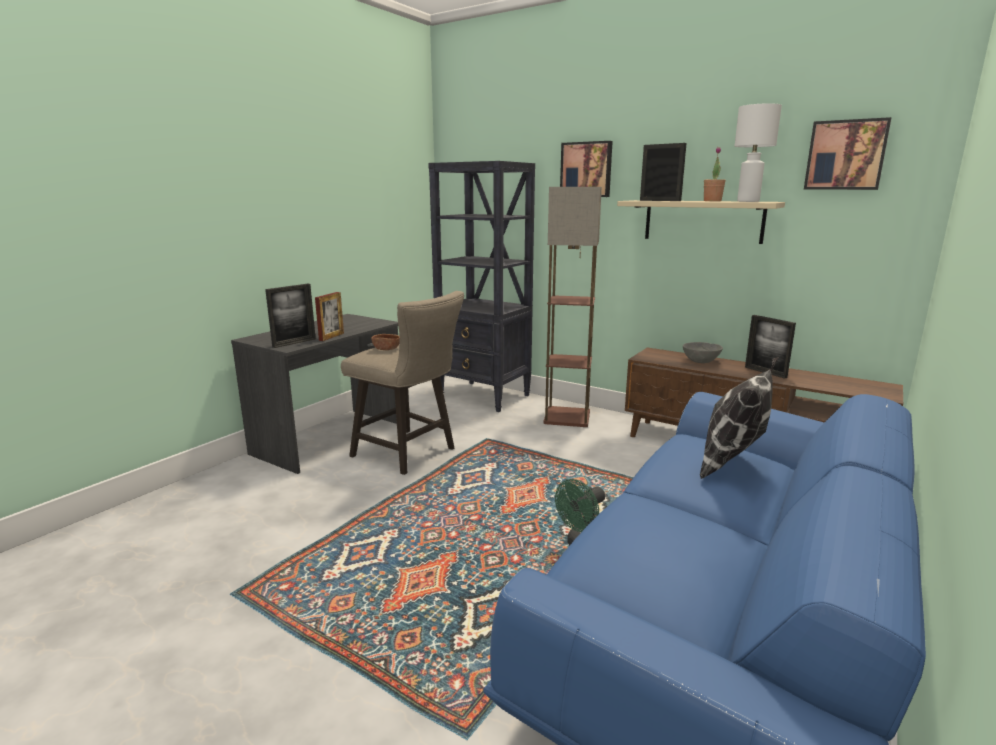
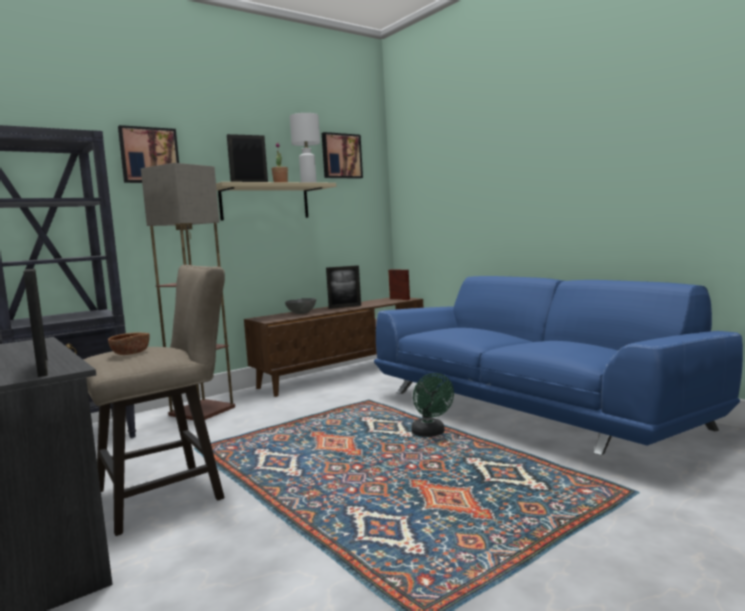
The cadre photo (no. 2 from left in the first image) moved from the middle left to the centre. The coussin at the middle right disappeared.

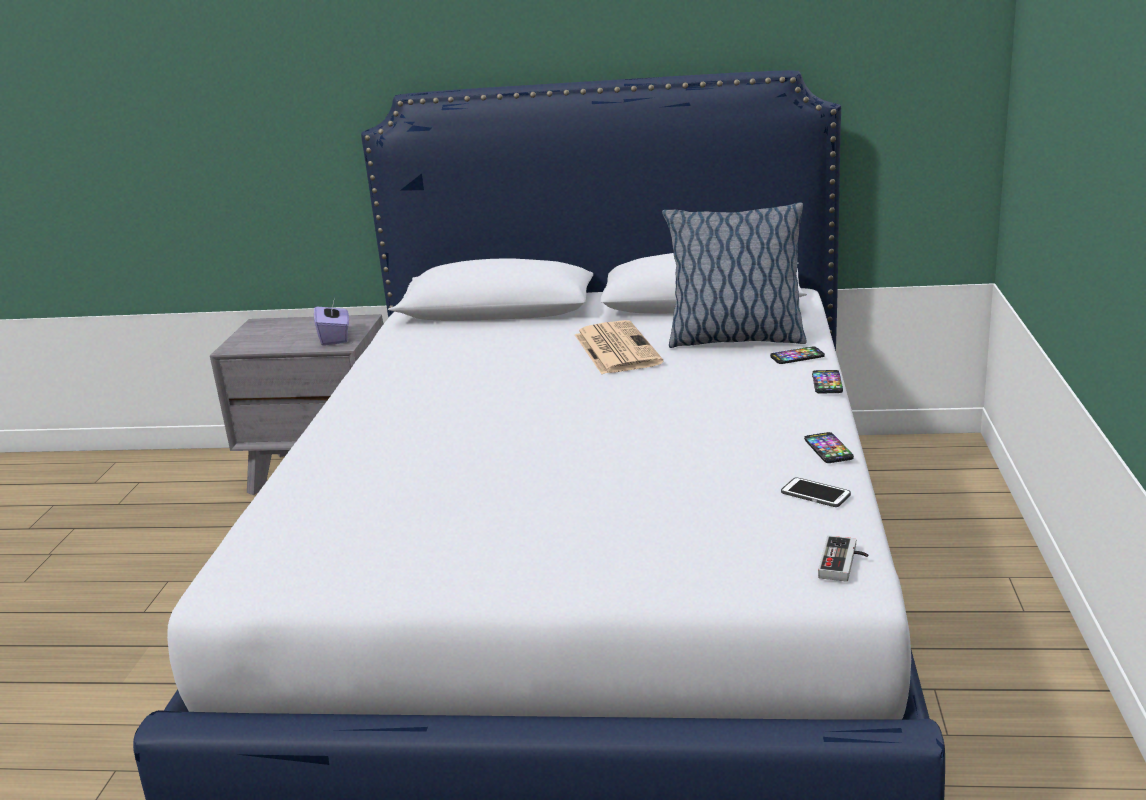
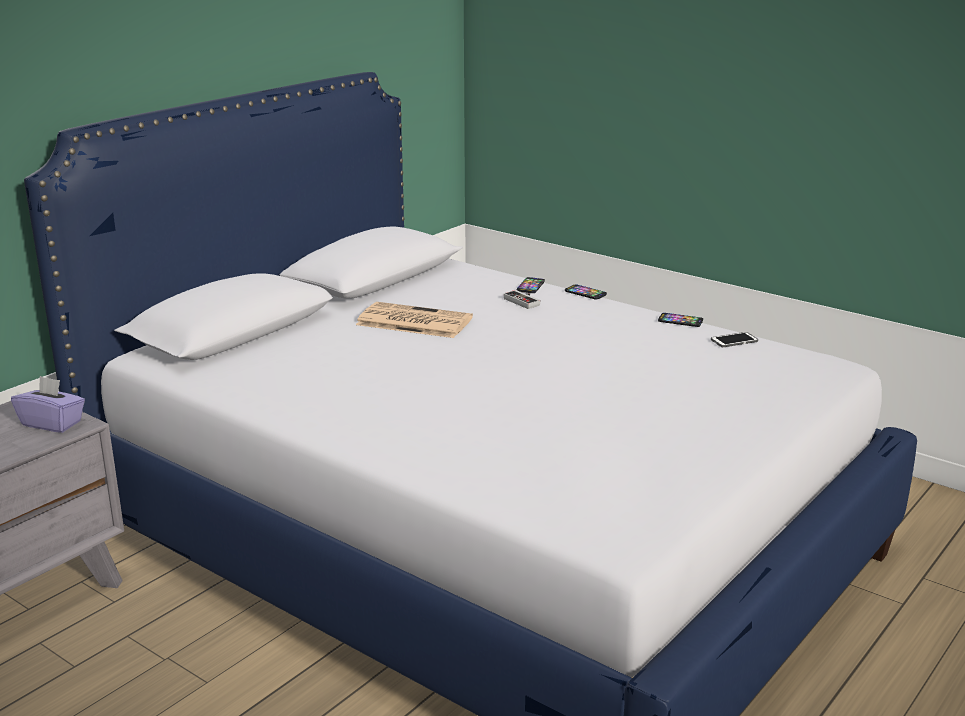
The manette moved from the bottom right to the centre. The coussin at the centre disappeared.

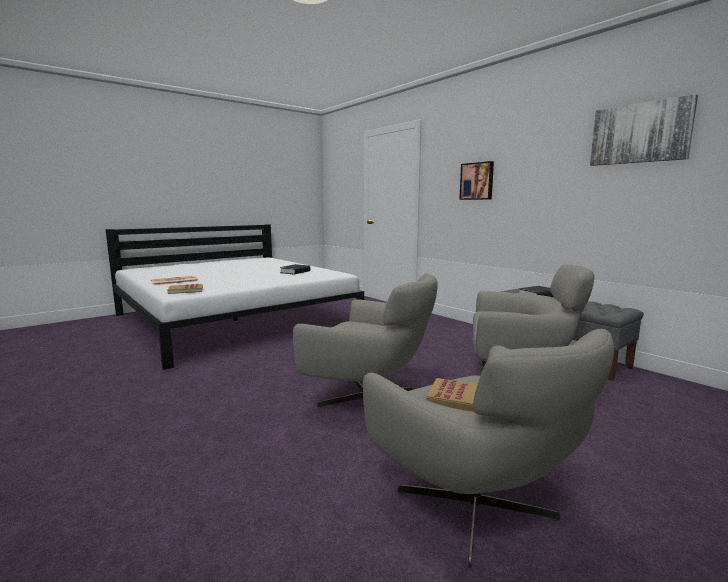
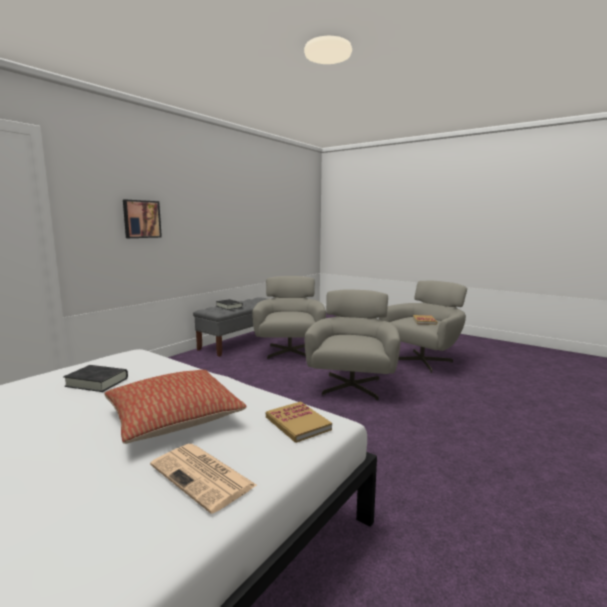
The coussin at the bottom left appeared. The tableau (no. 2 from left) at the top right disappeared.

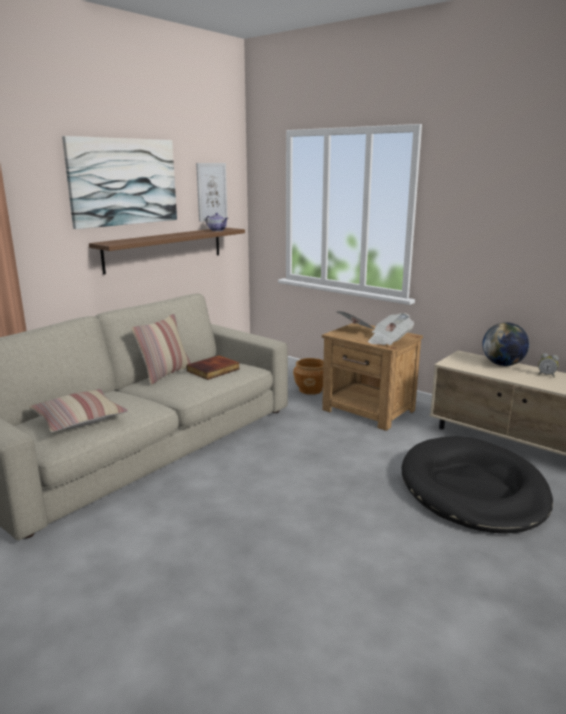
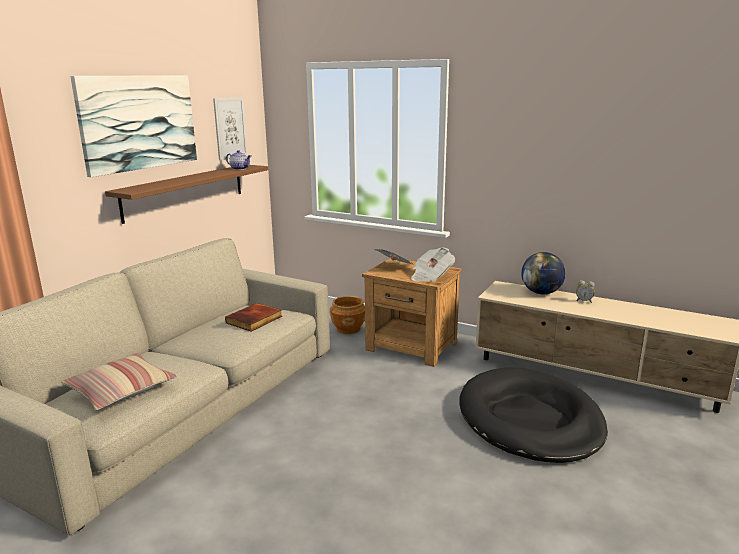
The coussin (no. 2 from left) at the middle left disappeared.

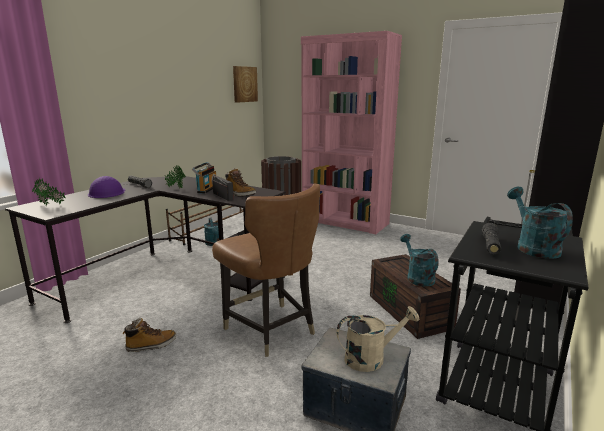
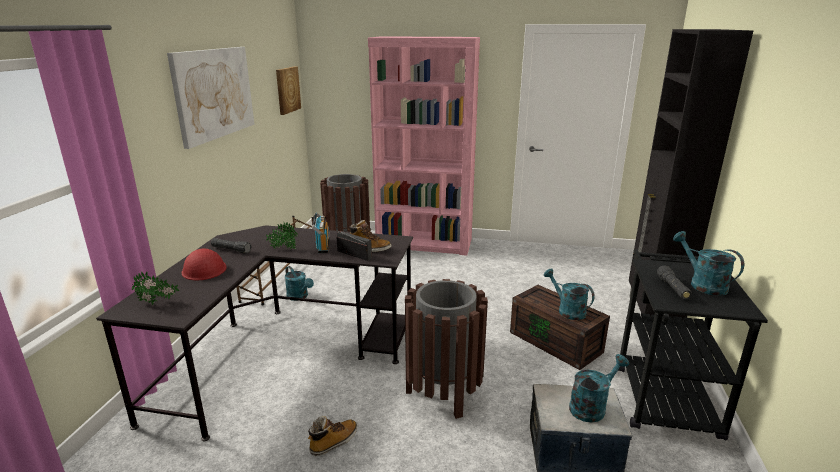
The tableau (no. 1 from left) at the top left appeared. The casque de chantier [violet] at the middle left became the casque de chantier [rouge] at the middle left. The chaise [marron] at the centre was replaced by the poubelle [marron] (no. 2 from left) at the bottom centre. The arrosoir [beige] at the bottom centre became the arrosoir [turquoise] (no. 3 from left) at the bottom right.

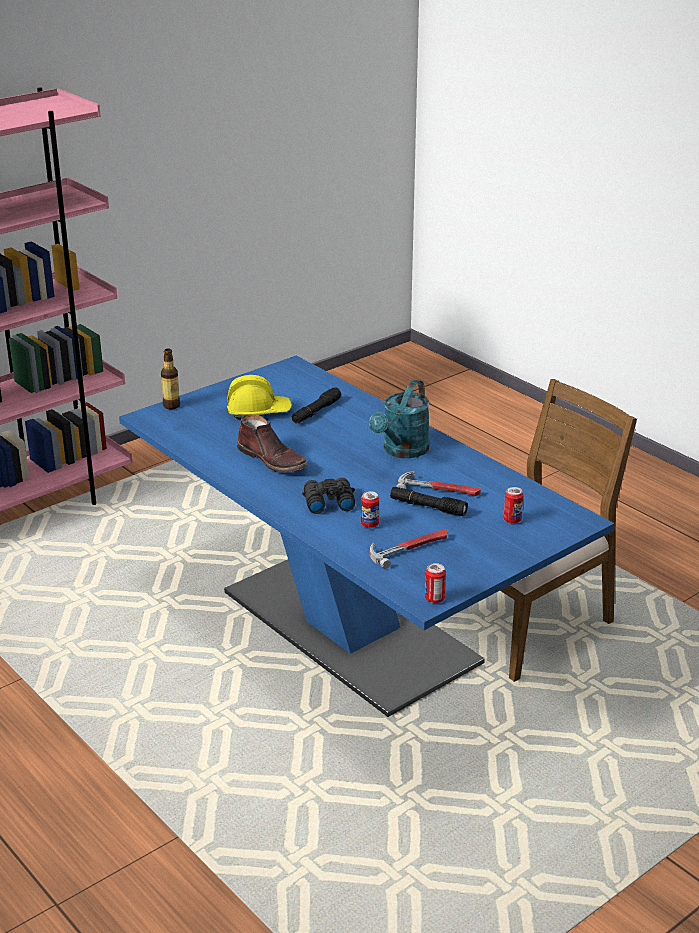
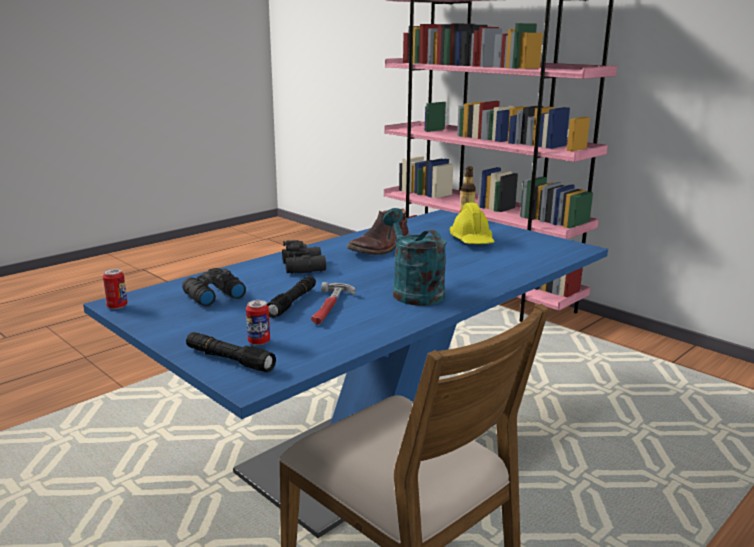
The marteau (no. 1 from left) at the centre was replaced by the jumelles [noir] (no. 1 from left) at the middle left. The lampe de poche [noir] (no. 1 from left) moved from the centre to the middle left. The arrosoir [turquoise] at the centre turned 45 degrees clockwise. The boîte métallique (no. 1 from left) at the centre disappeared.

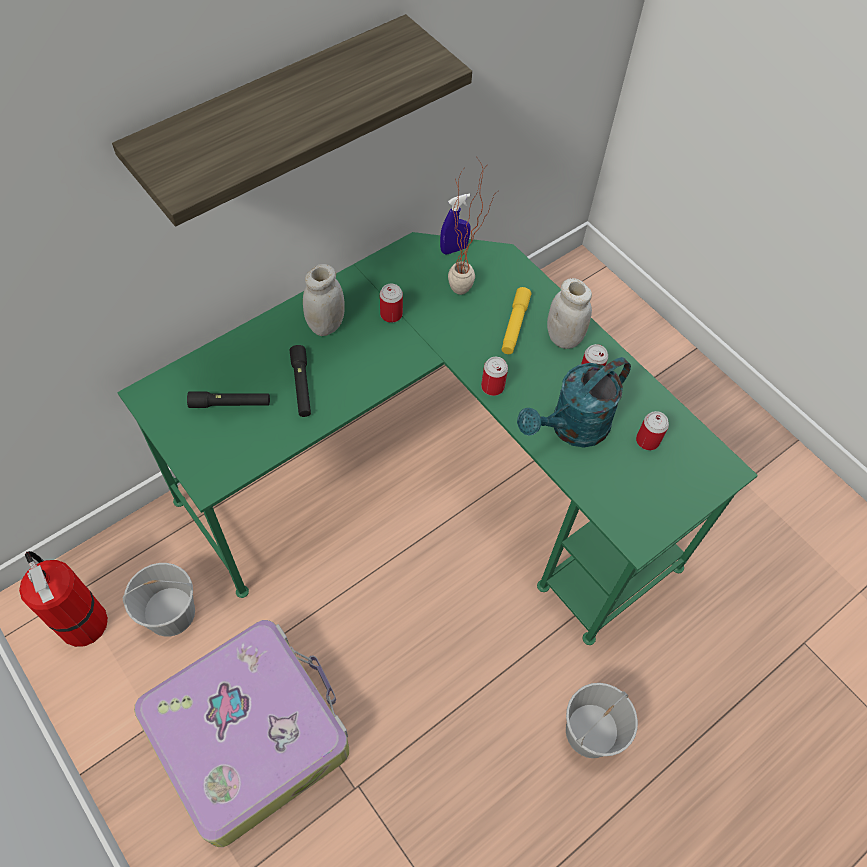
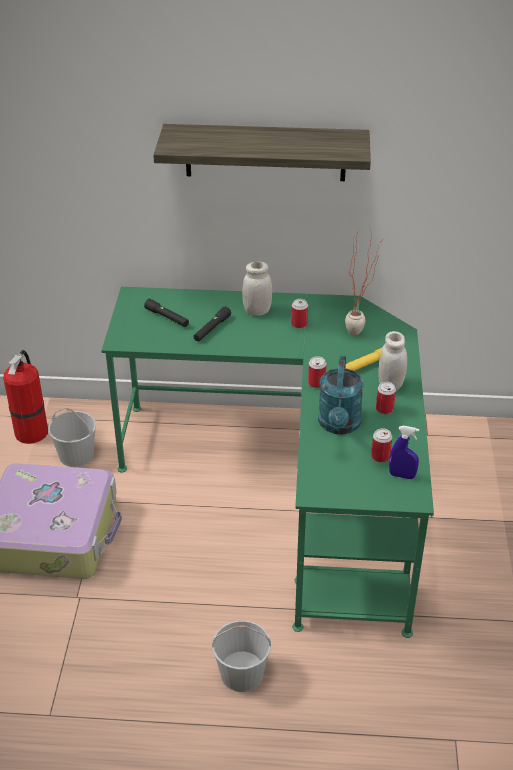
The arrosoir [turquoise] at the centre turned 90 degrees counterclockwise. The vaporisateur [bleu] moved from the top centre to the middle right.

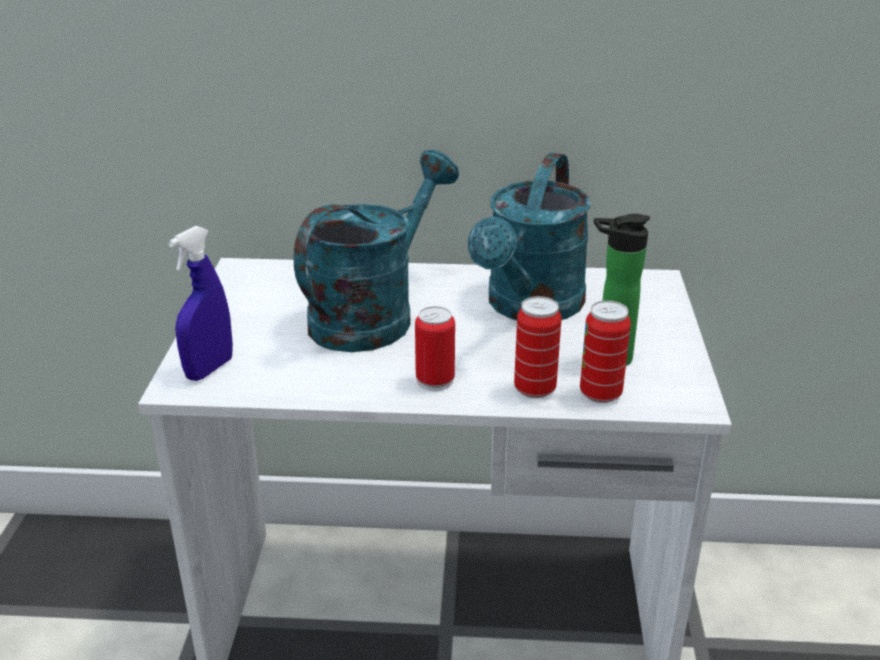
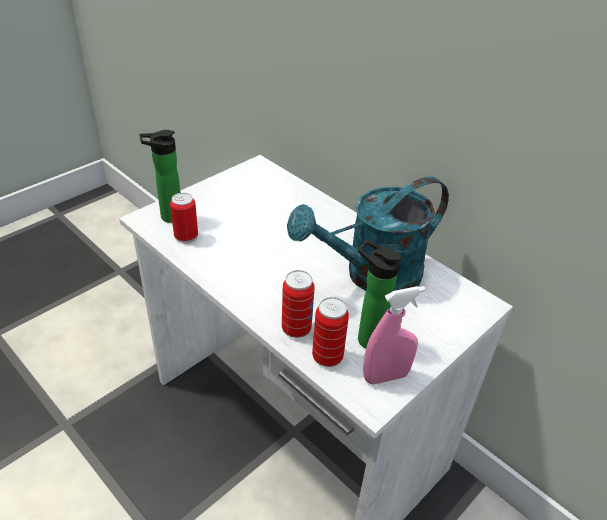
The vaporisateur [bleu] at the middle left was replaced by the bouteille (no. 1 from left) at the middle left. The boîte métallique (no. 1 from left) moved from the centre to the middle left. The vaporisateur [rose] at the centre appeared. The arrosoir [turquoise] (no. 1 from left) at the centre disappeared.

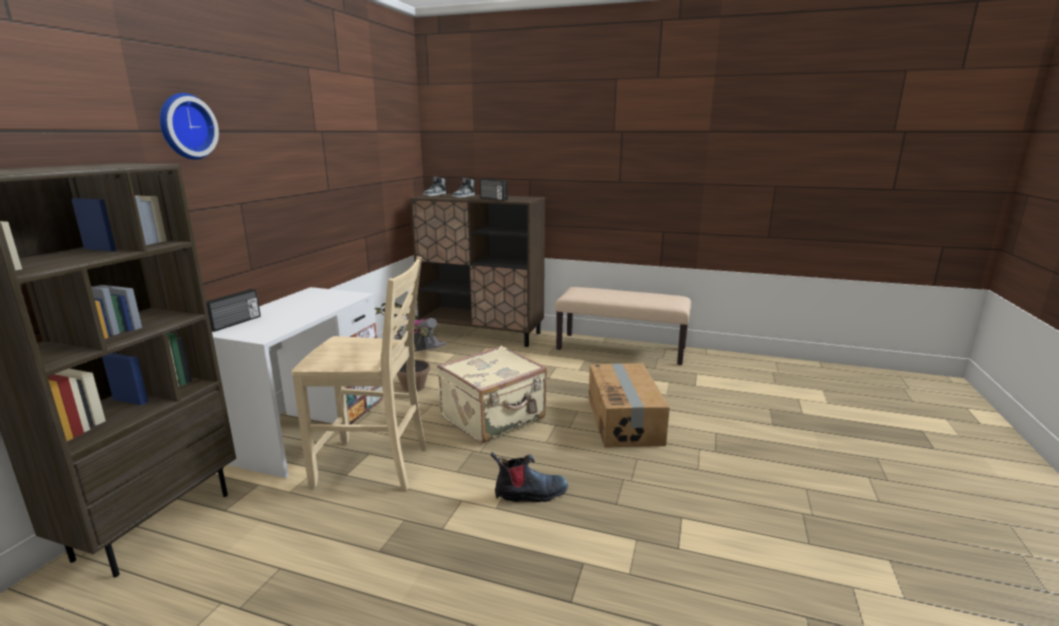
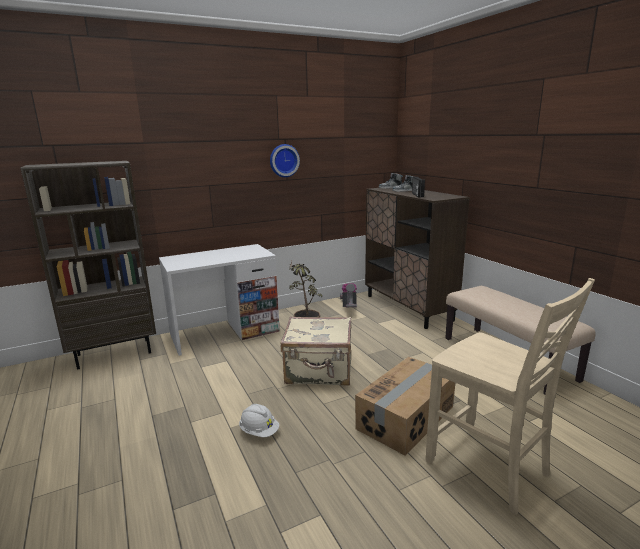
The botte at the bottom centre was replaced by the casque de chantier [blanc] at the bottom centre. The horloge murale moved from the top left to the top centre. The chaise [beige] moved from the centre to the bottom right. The radio (no. 1 from left) at the middle left disappeared.

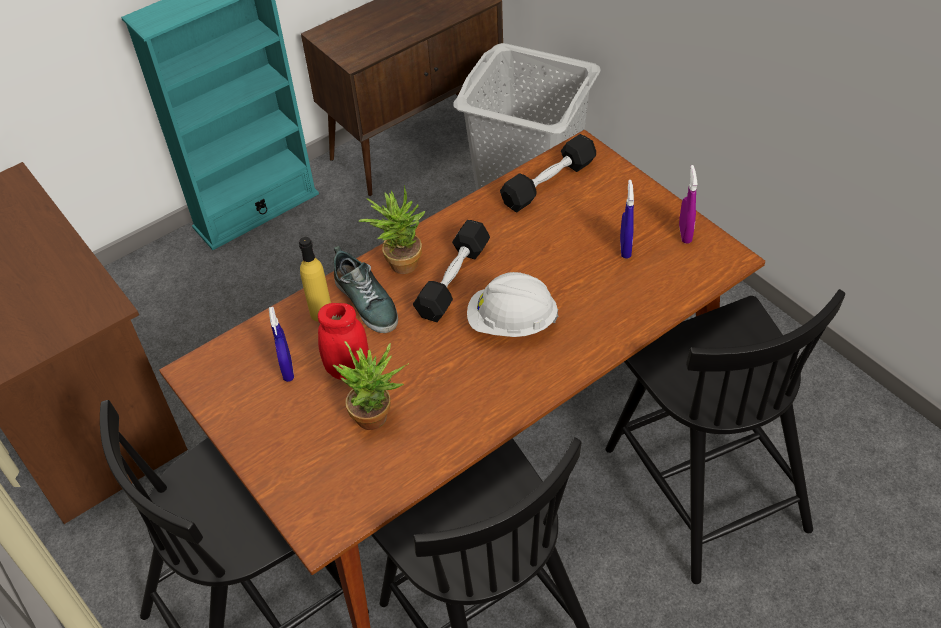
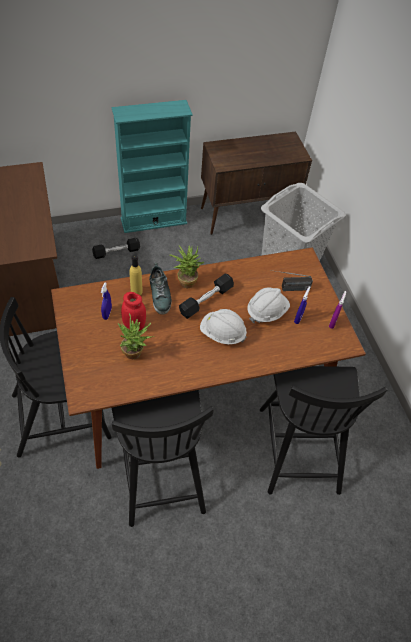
The haltère [noir] (no. 2 from left in the first image) moved from the top centre to the middle left. The casque de chantier [blanc] (no. 2 from left) at the centre appeared. The radio at the middle right appeared.

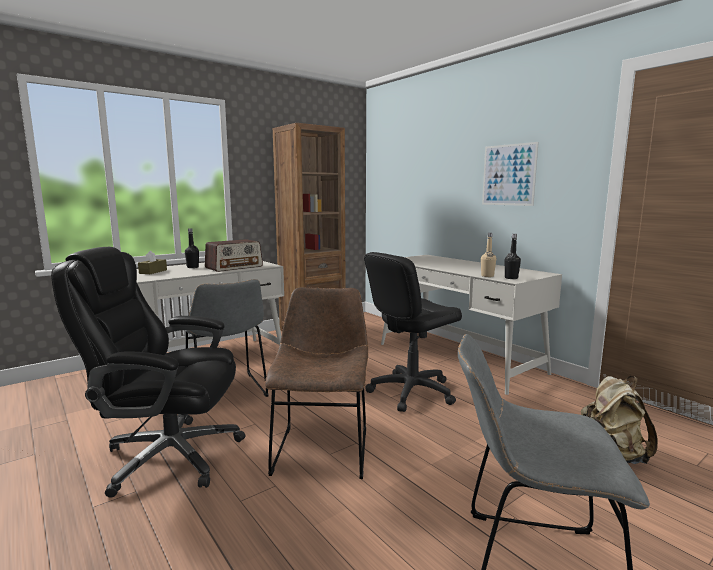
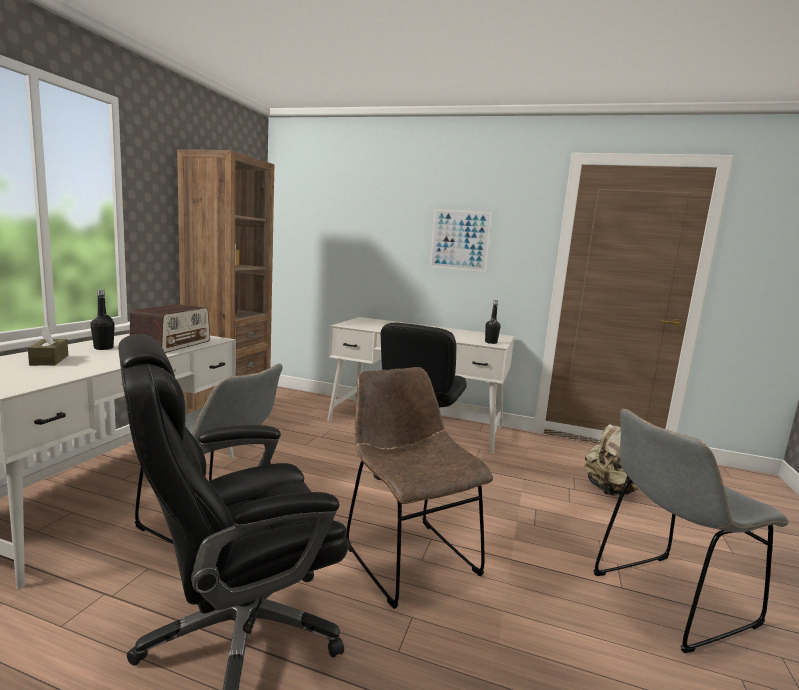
The bouteille [beige] at the middle right disappeared.

